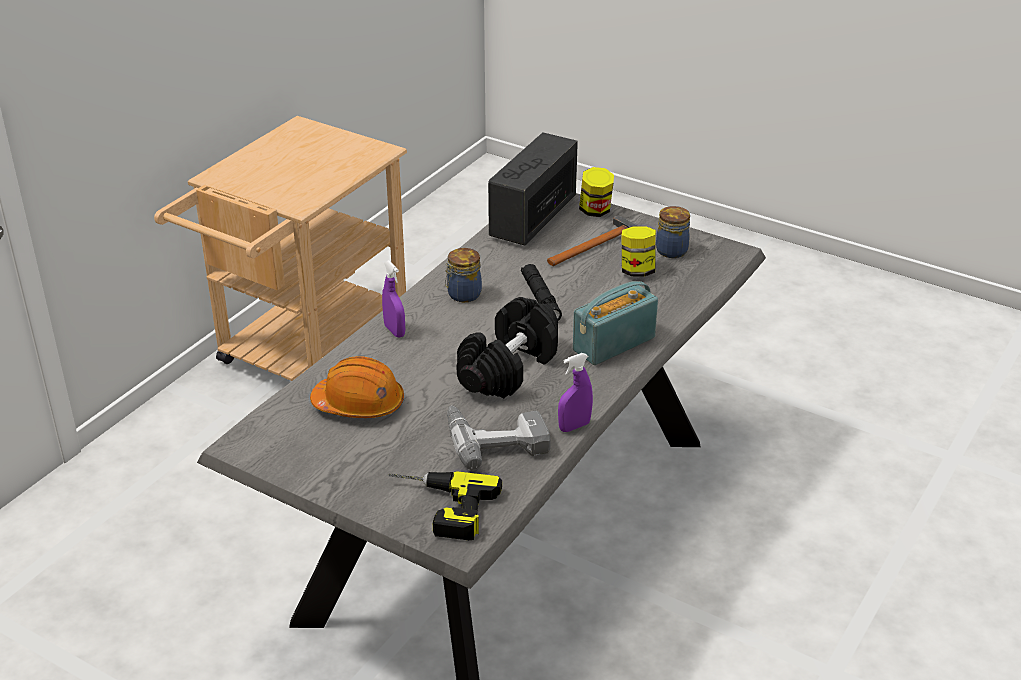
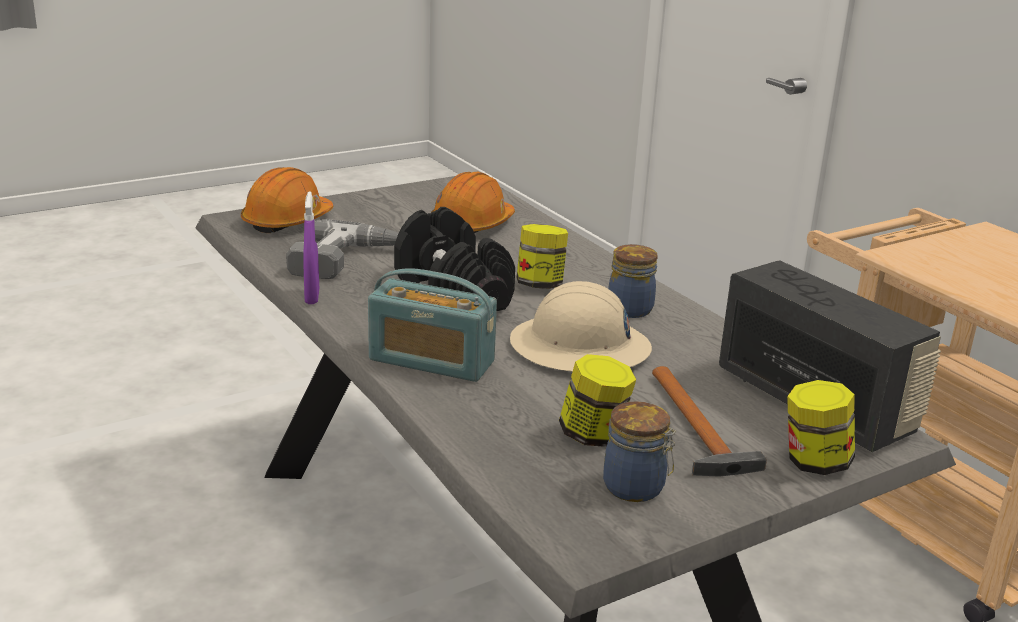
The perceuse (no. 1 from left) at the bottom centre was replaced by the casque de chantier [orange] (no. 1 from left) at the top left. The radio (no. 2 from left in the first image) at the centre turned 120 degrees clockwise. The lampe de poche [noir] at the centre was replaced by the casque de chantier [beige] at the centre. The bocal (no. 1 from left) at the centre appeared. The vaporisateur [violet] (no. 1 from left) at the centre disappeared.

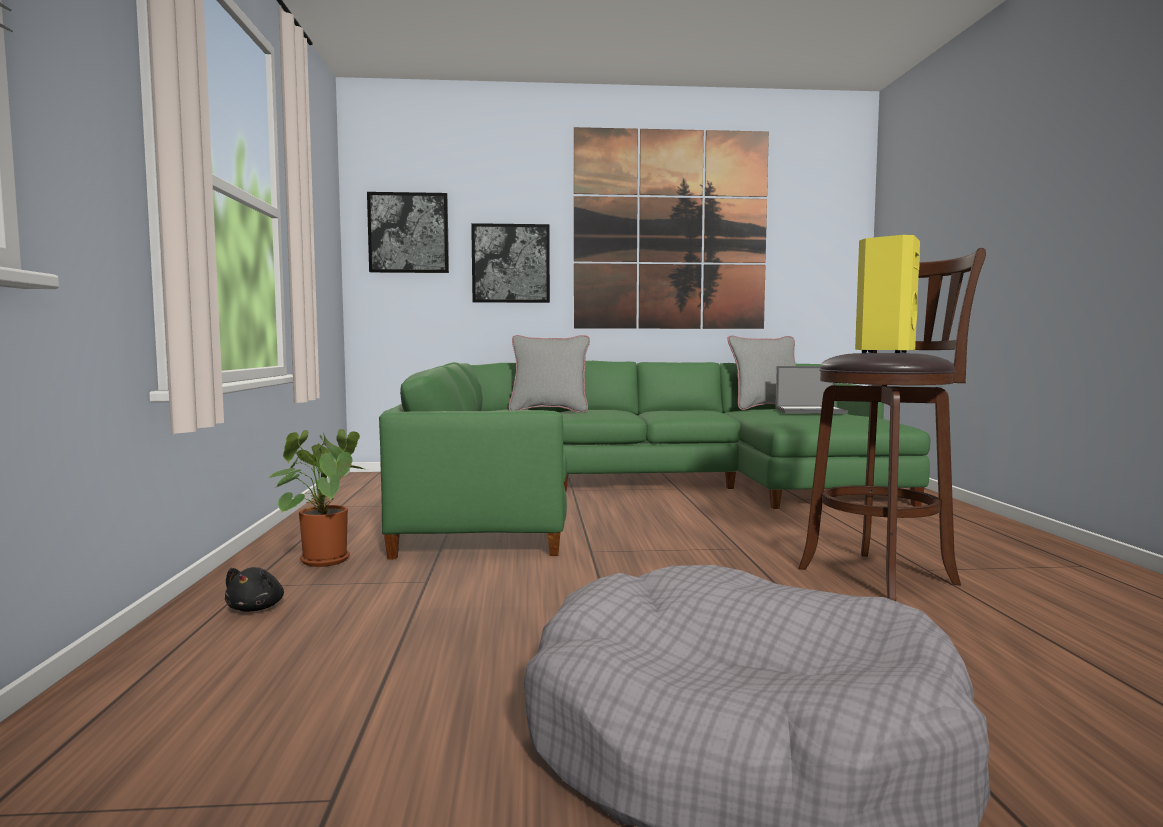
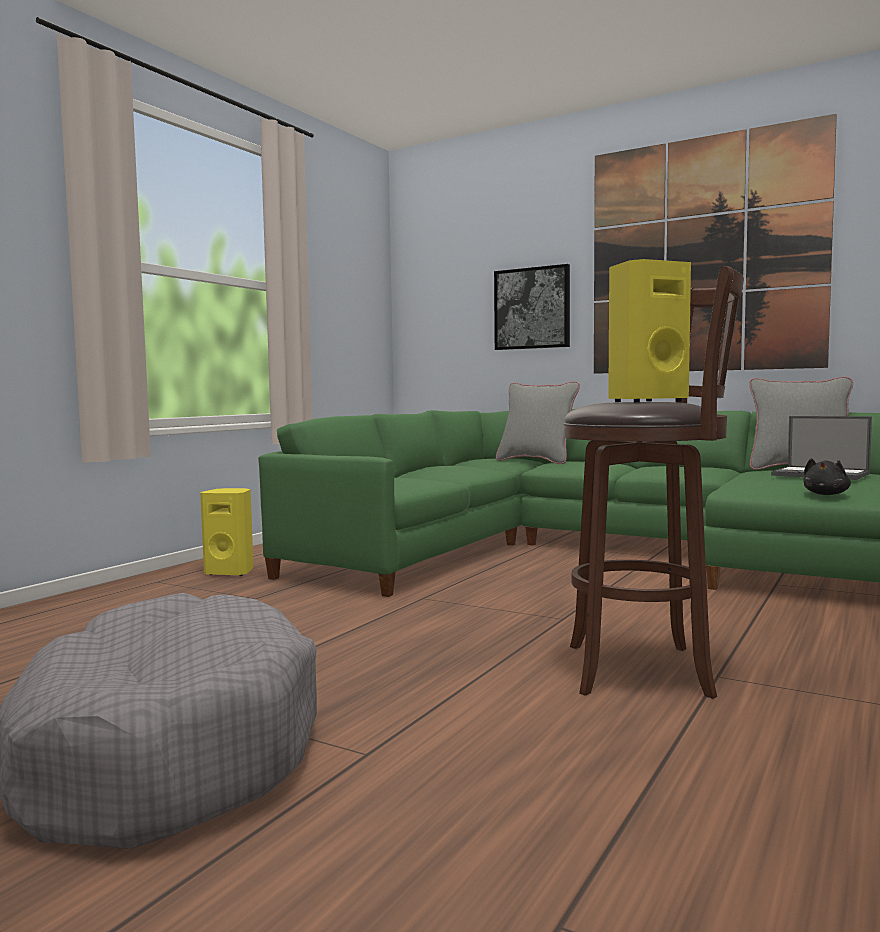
The plante en pot at the middle left was replaced by the enceinte [jaune] (no. 1 from left) at the middle left. The peluche [noir] moved from the bottom left to the middle right. The tableau (no. 1 from left) at the top centre disappeared.

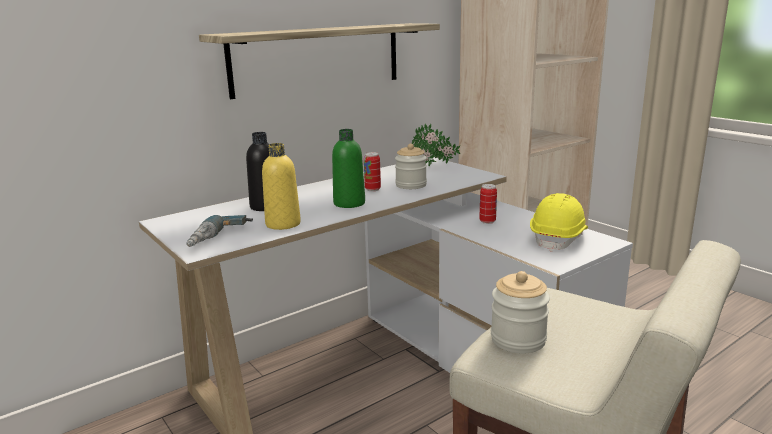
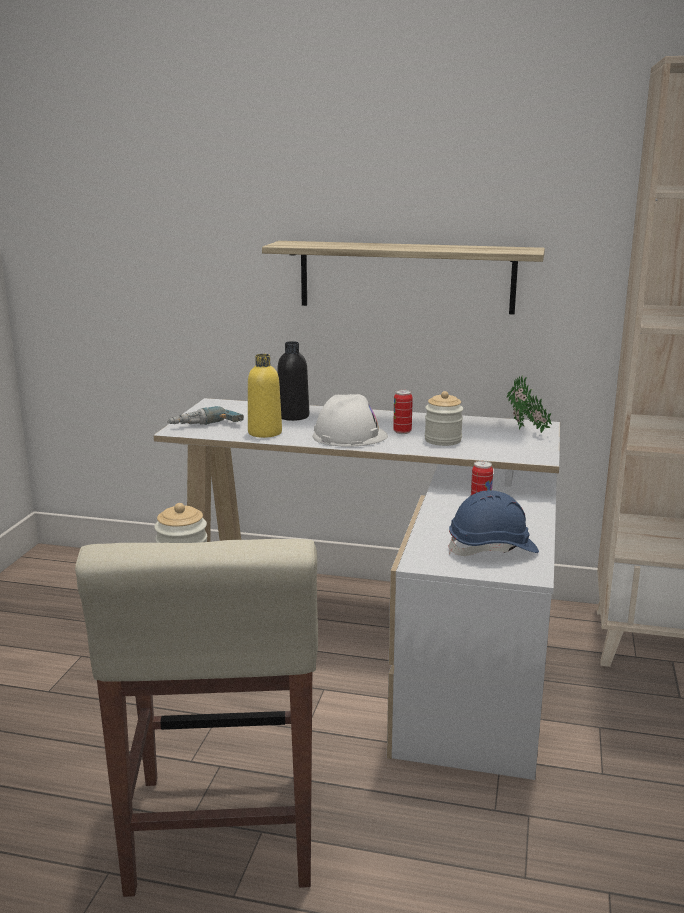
The bouteille [vert] at the centre was replaced by the casque de chantier [blanc] at the centre. The casque de chantier [jaune] at the middle right became the casque de chantier [bleu] at the middle right.

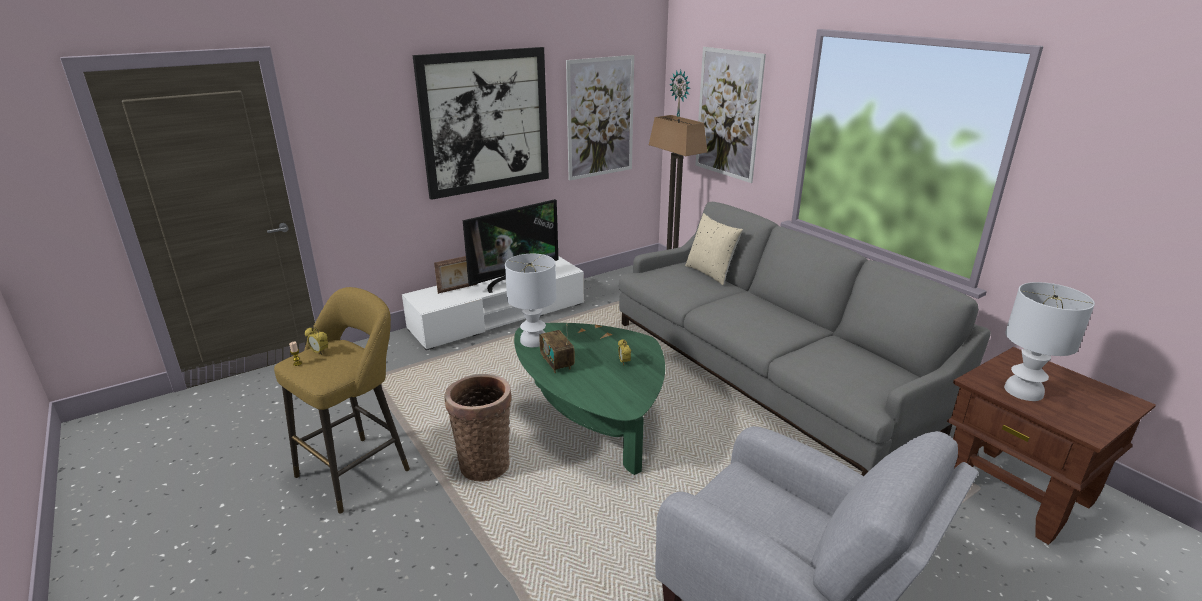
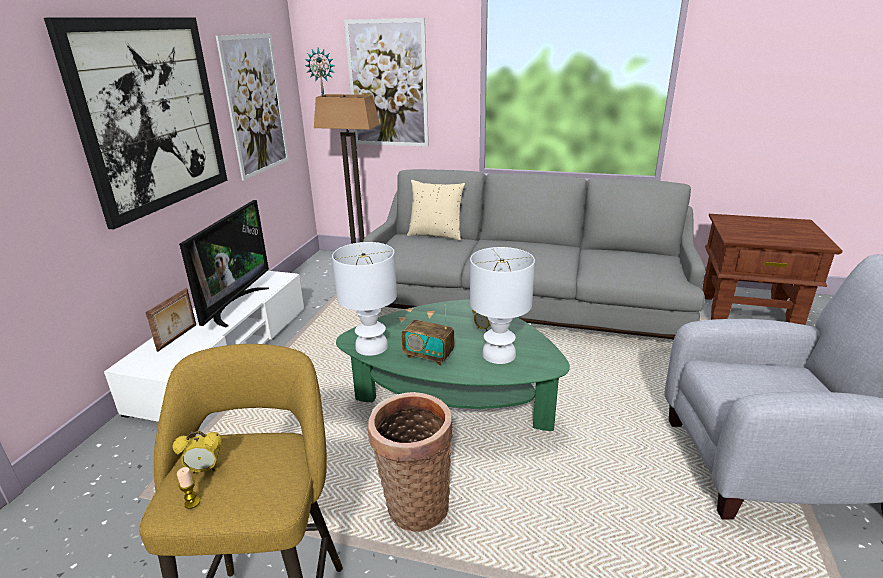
The lampe de table [blanc] (no. 2 from left) moved from the middle right to the centre.

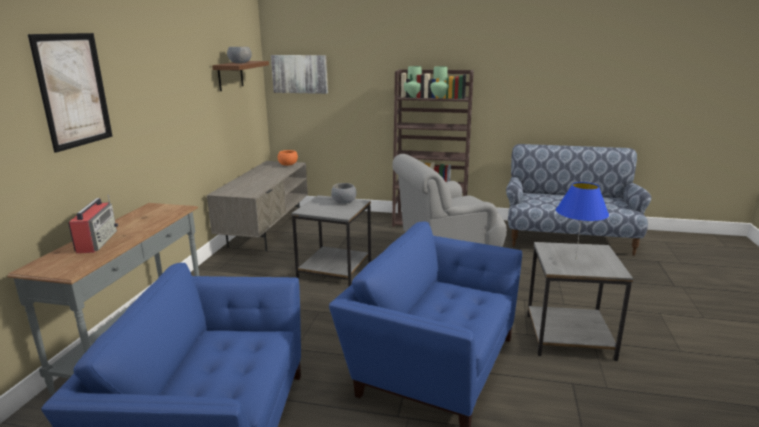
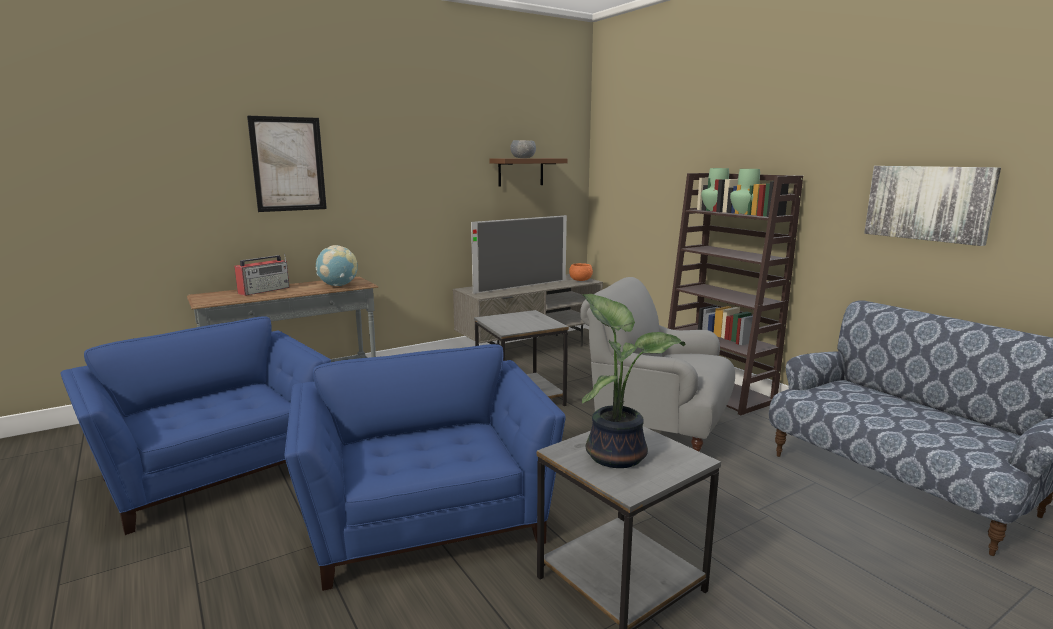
The globe at the middle left appeared. The téléviseur at the centre appeared. The lampe de table [bleu] at the middle right was replaced by the plante en pot at the centre. The tableau (no. 2 from left) moved from the top centre to the top right. The bol [gris] (no. 2 from left) at the centre disappeared.

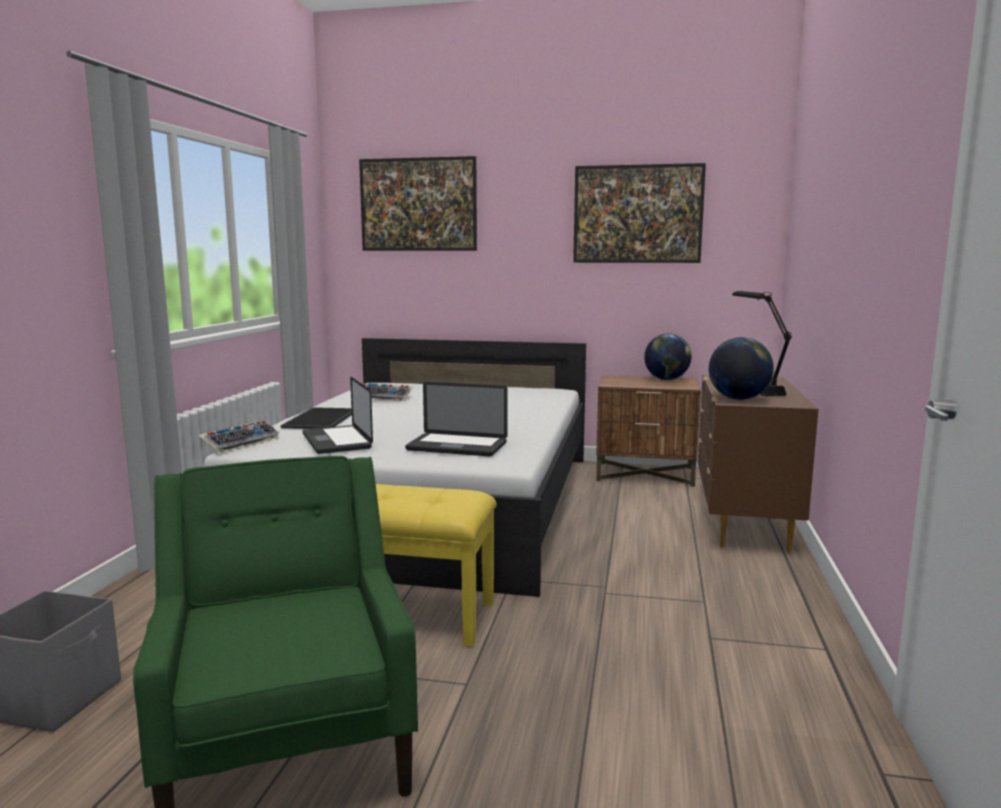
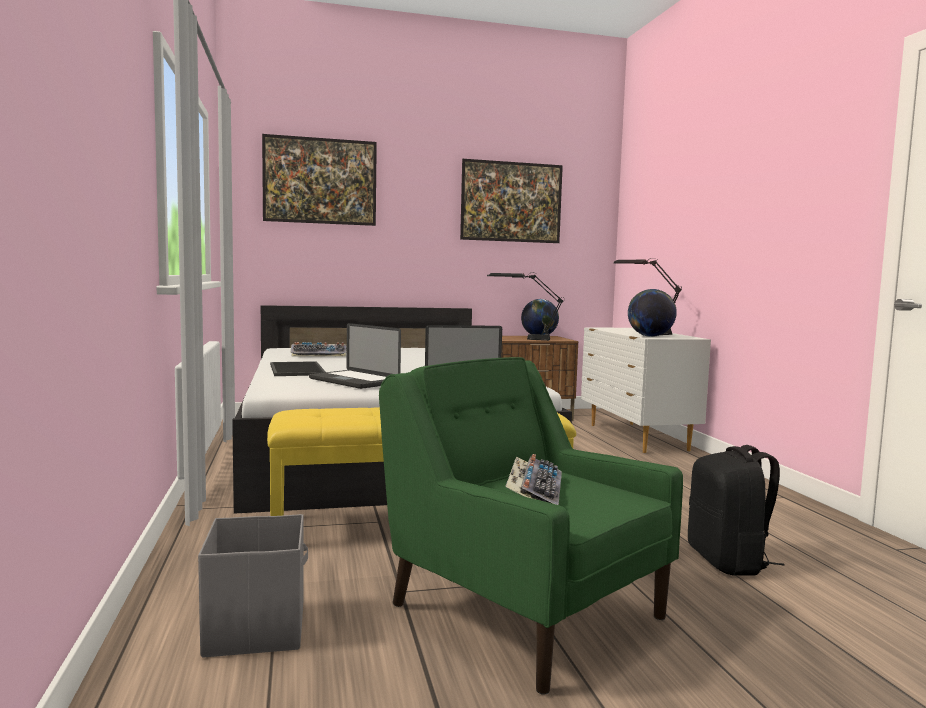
The lampe de table [noir] (no. 1 from left) at the centre appeared. The clavier (no. 1 from left in the first image) moved from the middle left to the bottom centre. The commode [marron] at the middle right became the commode [blanc] at the middle right. The sac à dos [noir] at the bottom right appeared.

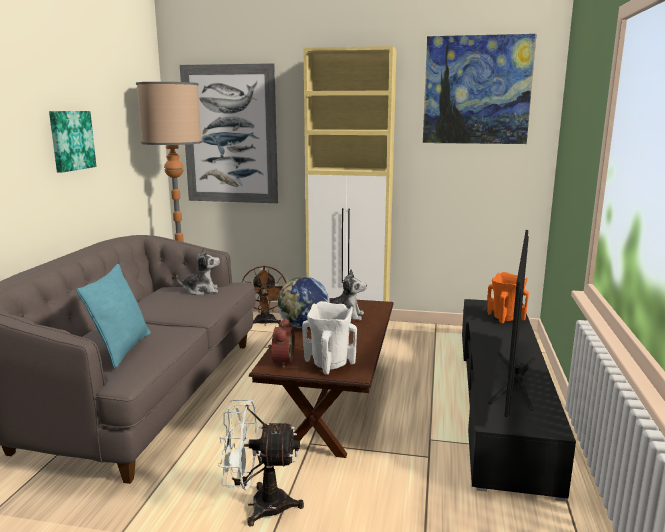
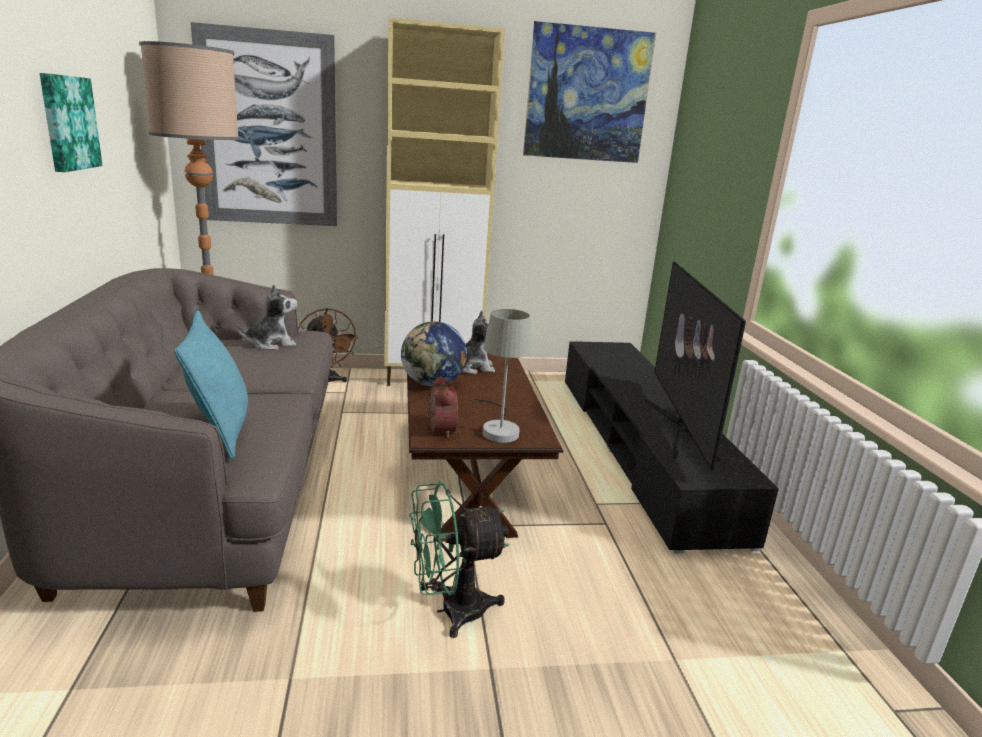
The ventilateur [blanc] at the bottom centre became the ventilateur [vert] at the bottom centre. The vase [blanc] at the centre was replaced by the lampe de table [gris] at the centre. The vase [orange] at the middle right disappeared.

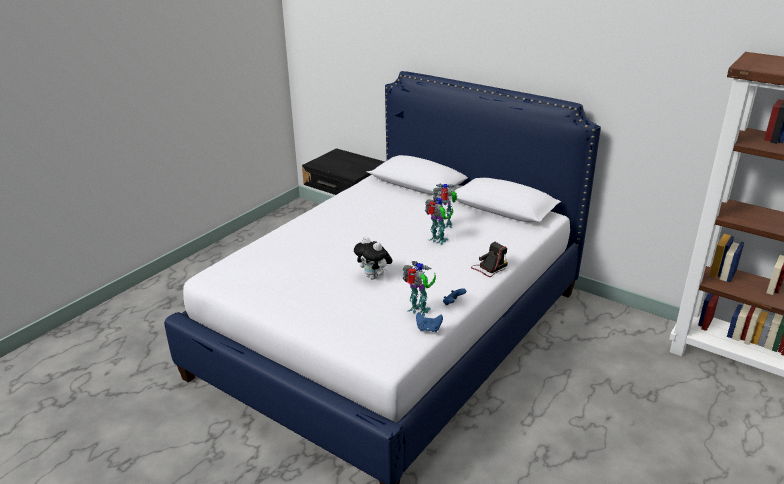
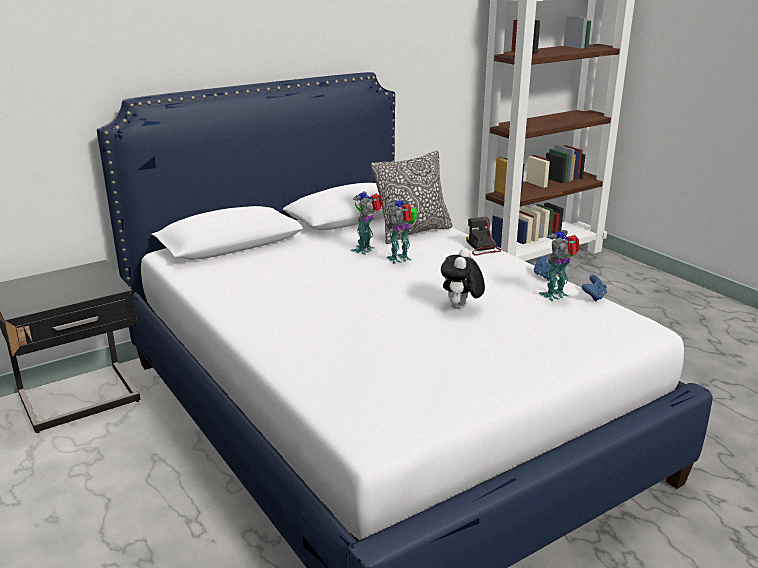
The coussin at the centre appeared. The peluche at the centre turned 135 degrees clockwise.

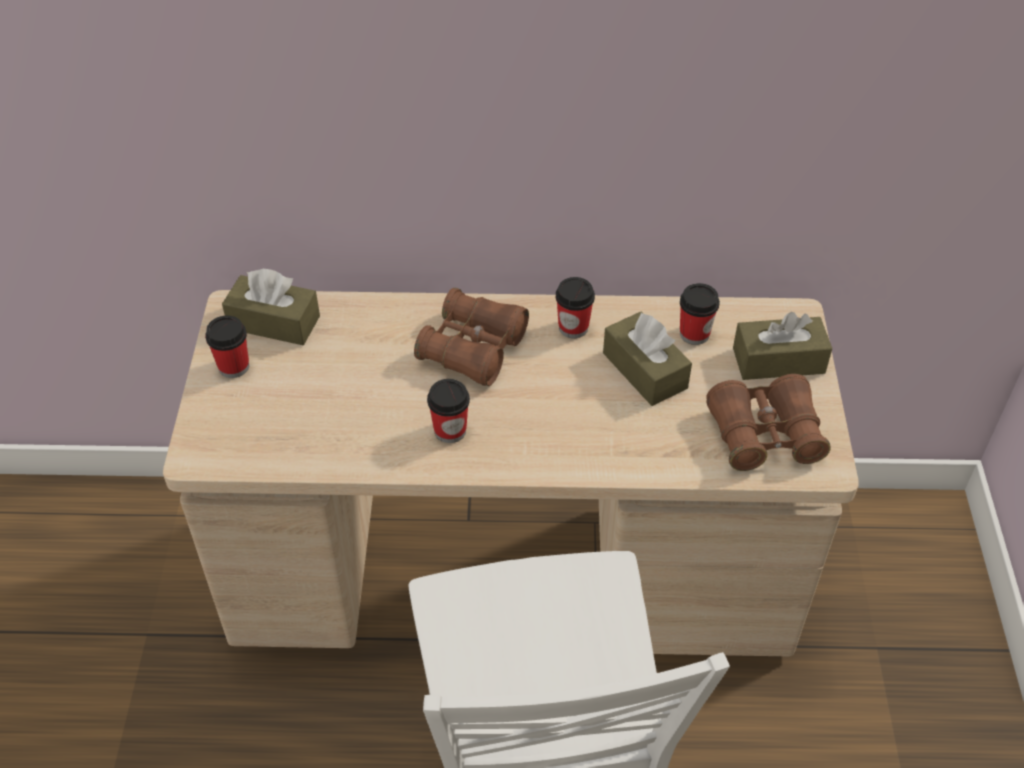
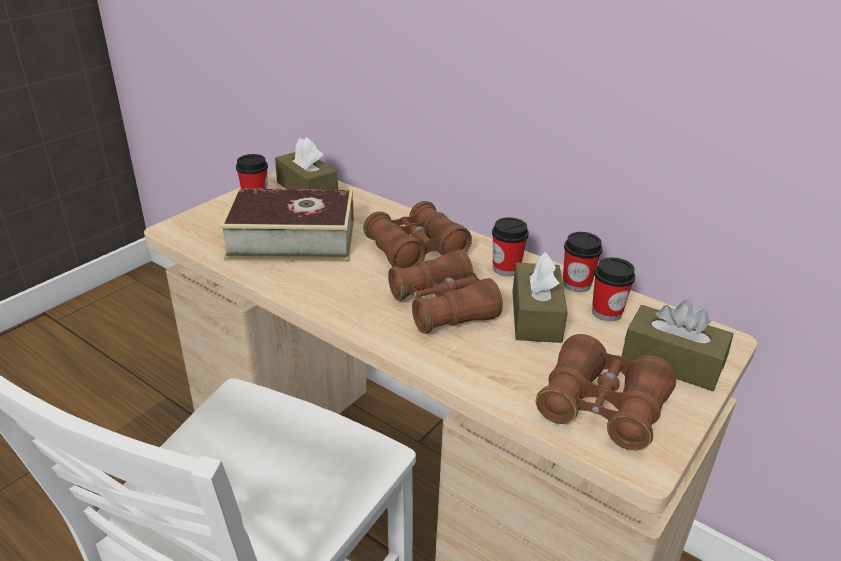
The livre at the centre appeared. The jumelles [marron] (no. 2 from left) at the centre appeared. The tasse (no. 2 from left in the first image) moved from the centre to the middle right.

